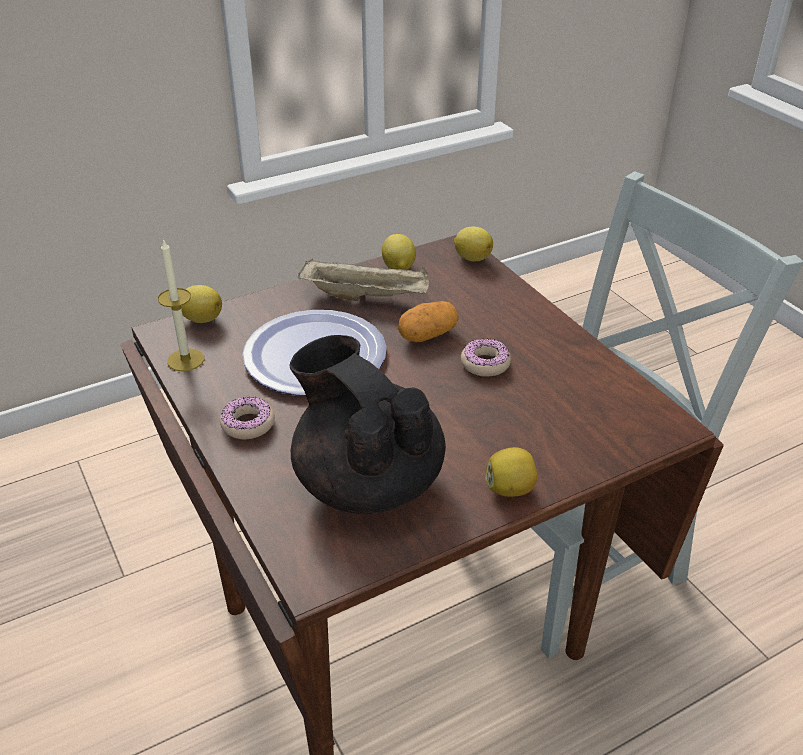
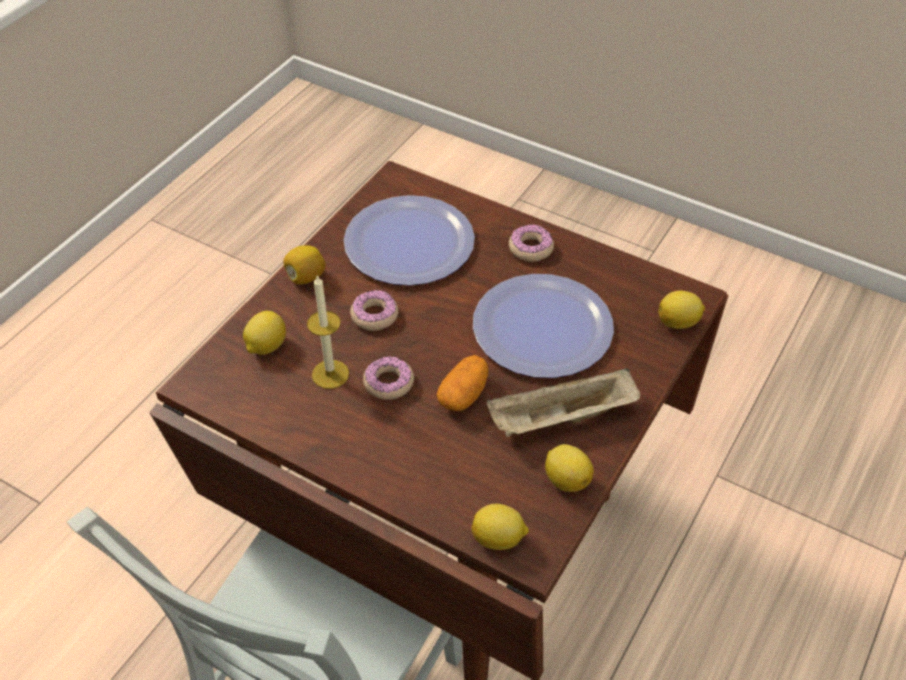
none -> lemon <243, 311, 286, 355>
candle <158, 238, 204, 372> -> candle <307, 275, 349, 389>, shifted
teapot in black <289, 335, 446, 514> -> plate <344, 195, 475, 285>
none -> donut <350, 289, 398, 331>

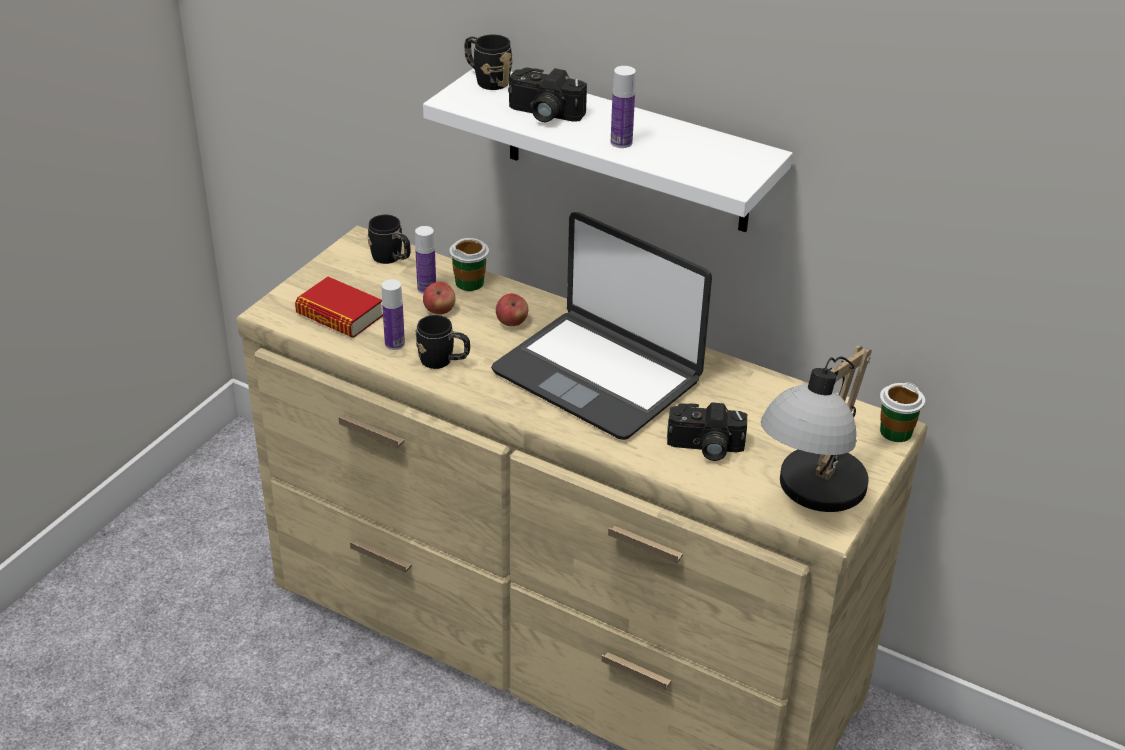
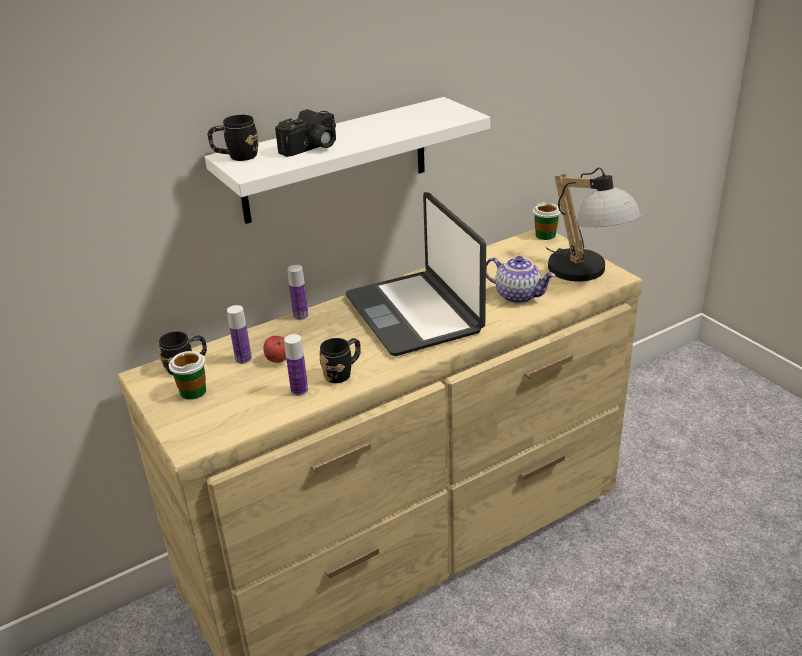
cup <449, 238, 489, 291> -> cup <169, 351, 206, 400>, shifted
bottle <611, 66, 636, 148> -> bottle <288, 265, 309, 320>, shifted
laptop <491, 212, 712, 440> -> laptop <346, 192, 486, 356>, 90 degrees clockwise
photo camera <667, 402, 747, 461> -> teapot <486, 256, 555, 304>
book <295, 277, 383, 338> -> none
apple <496, 293, 528, 326> -> none

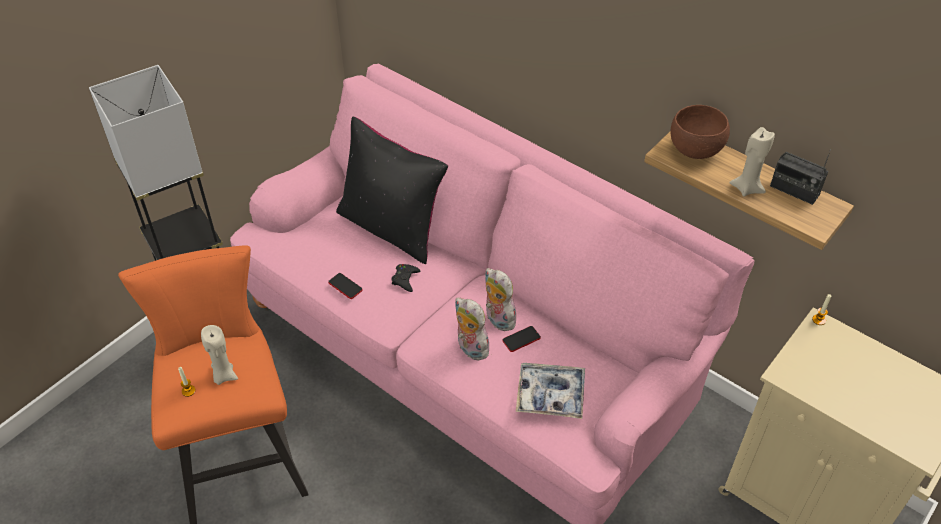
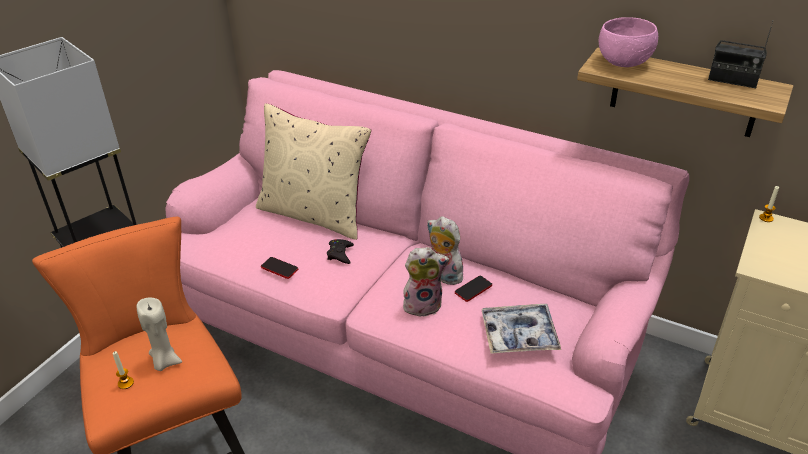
pillow in black <336, 116, 448, 264> -> pillow in beige <256, 103, 371, 240>
plush toy <455, 298, 490, 360> -> plush toy <403, 247, 449, 317>, 135 degrees clockwise
bowl in brown <671, 105, 730, 159> -> bowl in pink <599, 17, 658, 67>
candle in beige <729, 127, 775, 197> -> none

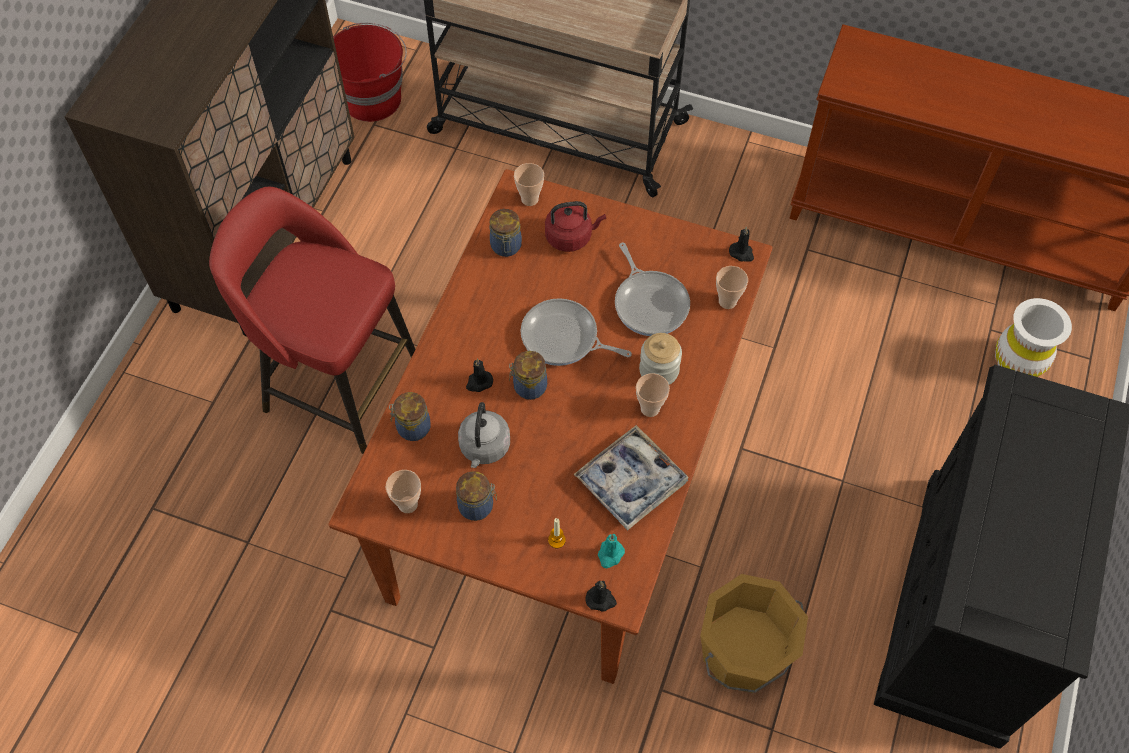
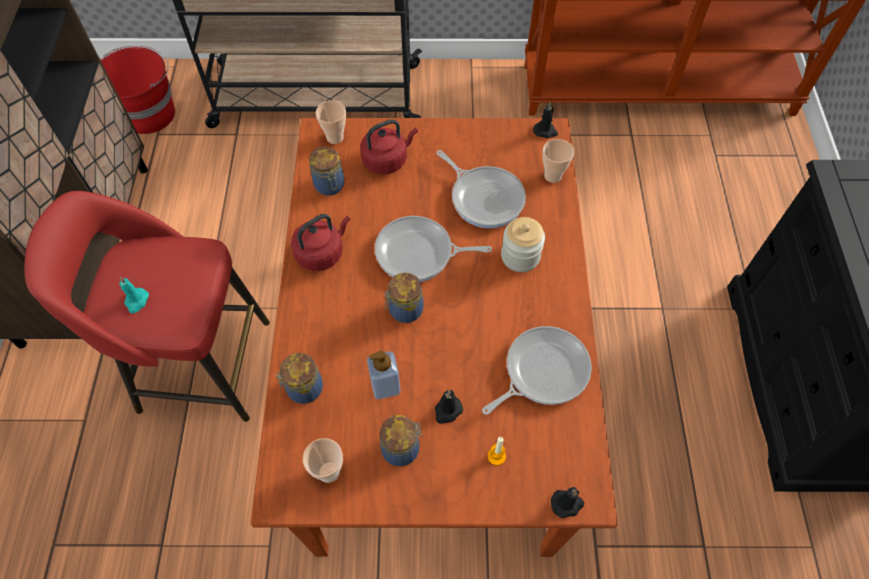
candle in turquoise <598, 534, 625, 568> -> candle in turquoise <119, 277, 149, 314>, shifted
none -> kettle in red <291, 214, 350, 271>
kettle in grey <458, 402, 510, 468> -> soap dispenser <367, 351, 400, 400>
candle in black <466, 358, 493, 392> -> candle in black <435, 390, 463, 424>, shifted
tray <574, 425, 689, 531> -> frying pan <482, 326, 592, 415>
cup <636, 373, 670, 417> -> none
bucket in orange <700, 574, 808, 693> -> none
vase in white <995, 298, 1072, 377> -> none

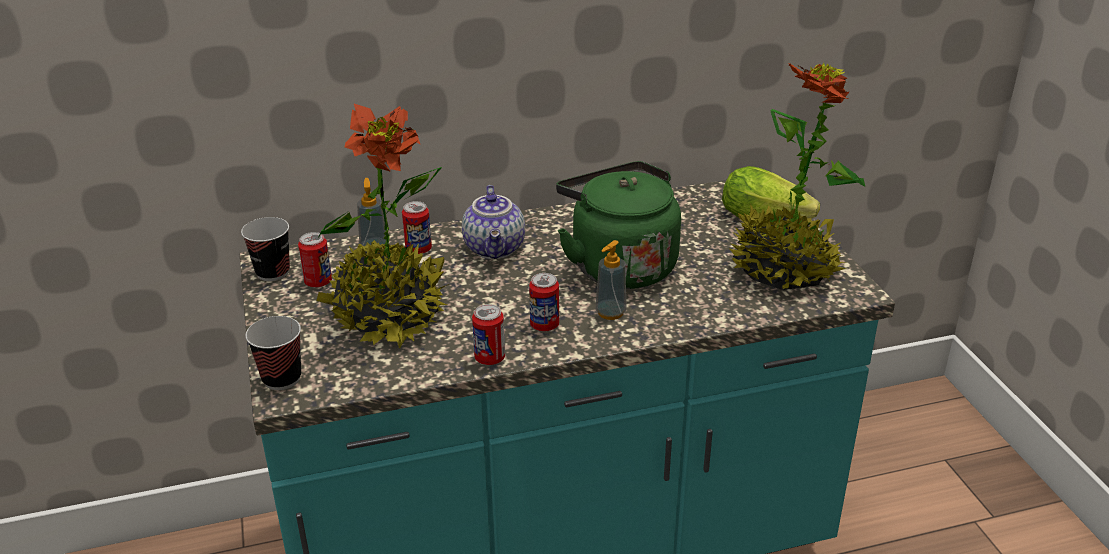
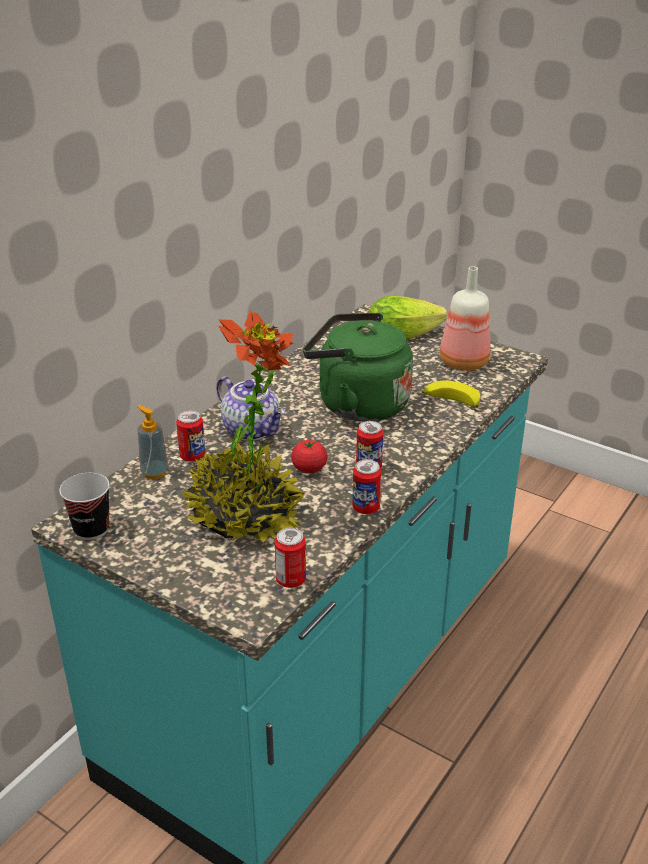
can <298, 232, 332, 288> -> can <275, 528, 306, 588>, shifted
none -> tomato <291, 438, 327, 473>
none -> banana <422, 380, 480, 408>
potted plant <730, 63, 865, 290> -> bottle <440, 266, 491, 371>
cup <245, 316, 301, 390> -> none
soap dispenser <595, 240, 626, 320> -> none

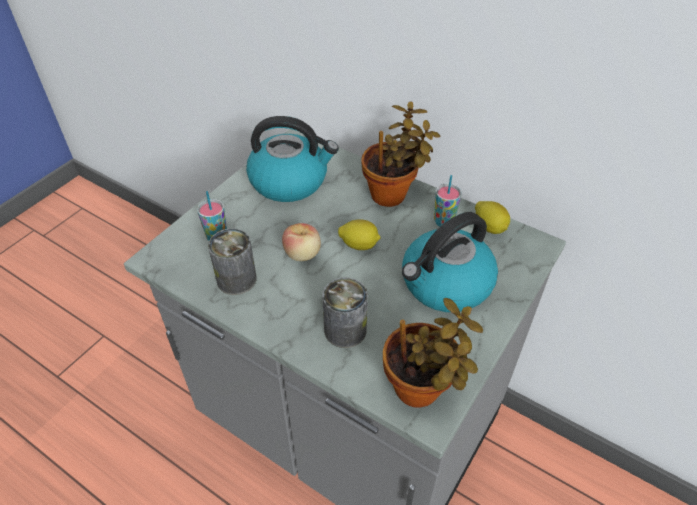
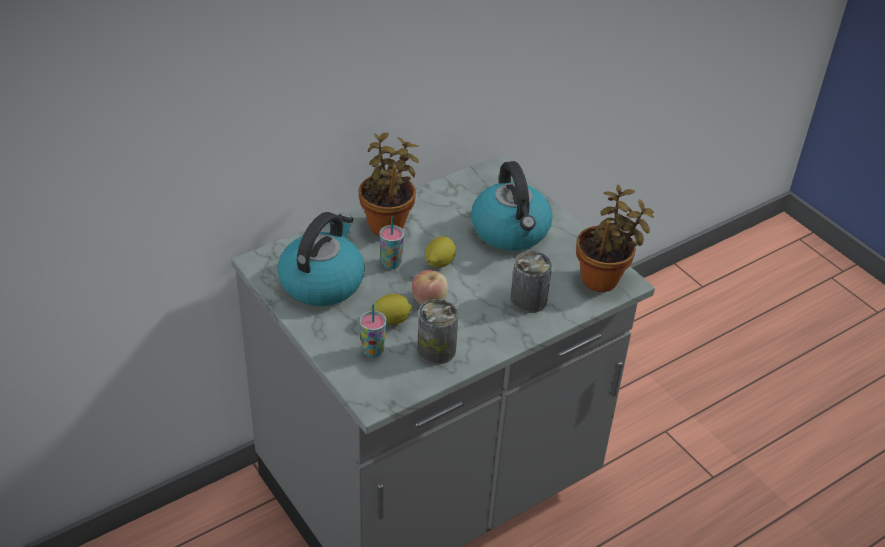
lemon <475, 201, 510, 234> -> lemon <370, 294, 412, 325>, shifted
cup <434, 175, 462, 227> -> cup <380, 217, 404, 269>, shifted

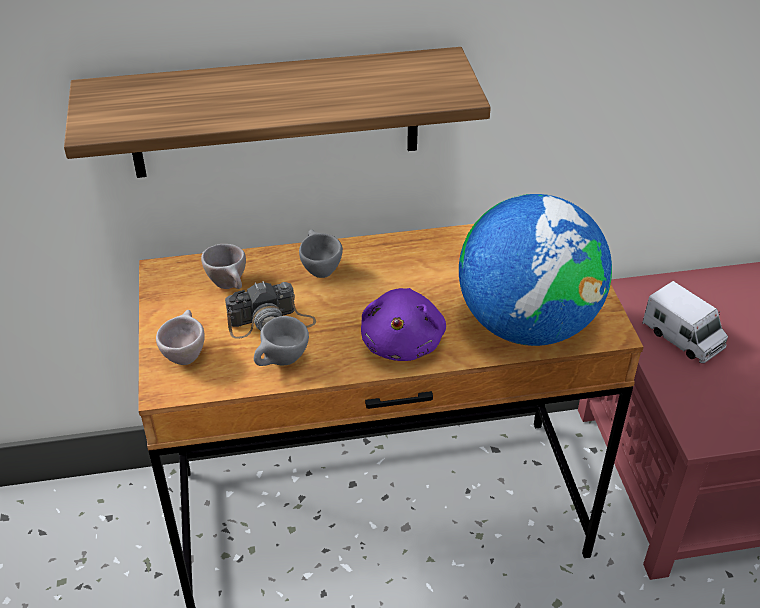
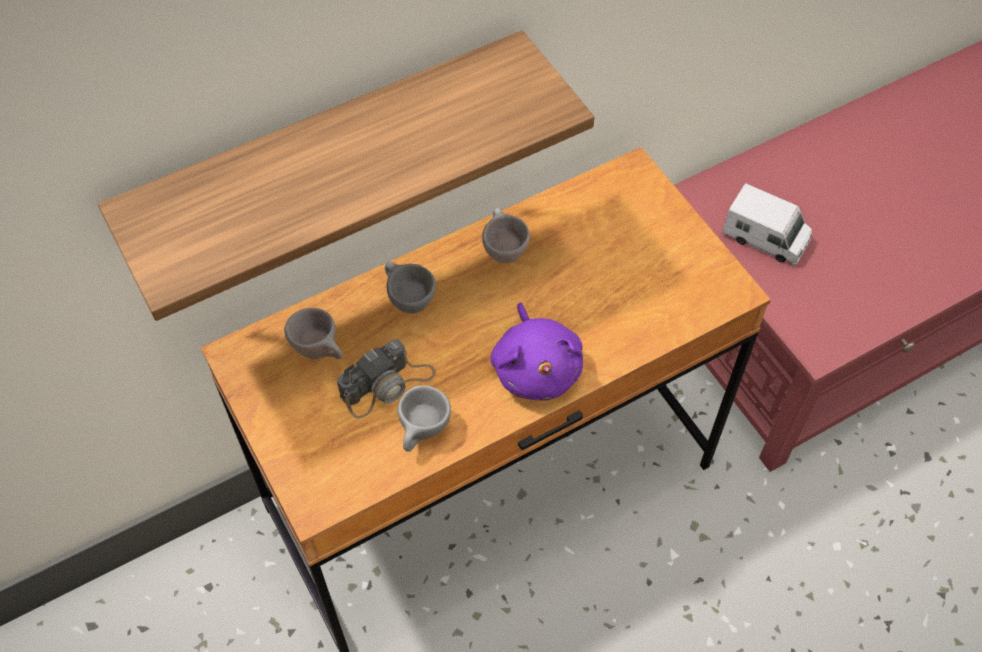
cup in beige <156, 310, 205, 365> -> cup in beige <482, 207, 530, 263>, shifted
globe <459, 194, 612, 346> -> none

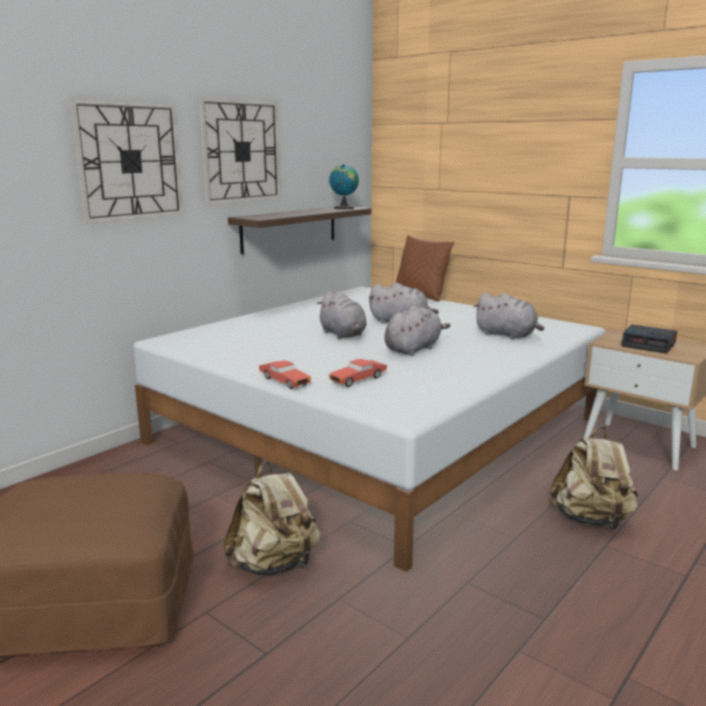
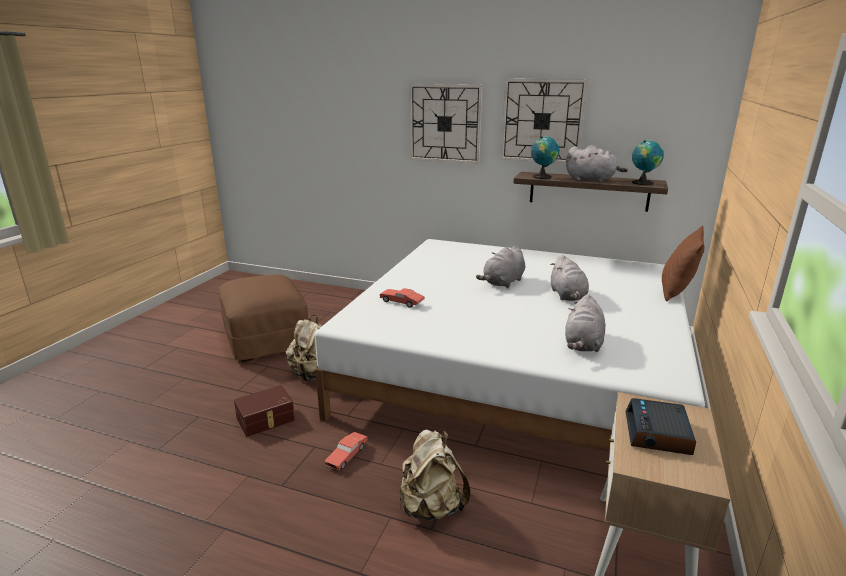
none -> storage box in brown <234, 385, 295, 437>
toy car in red <259, 360, 311, 389> -> toy car in red <325, 432, 368, 470>, shifted
none -> globe <531, 137, 560, 179>
plush toy in grey <384, 305, 451, 356> -> plush toy in grey <566, 145, 628, 182>, shifted

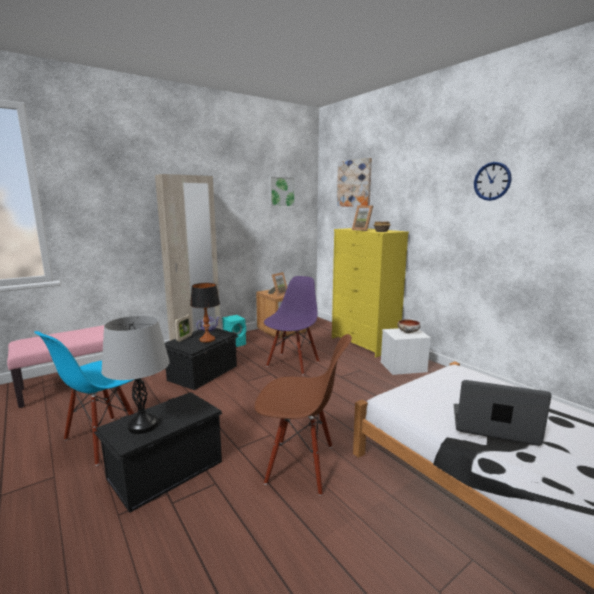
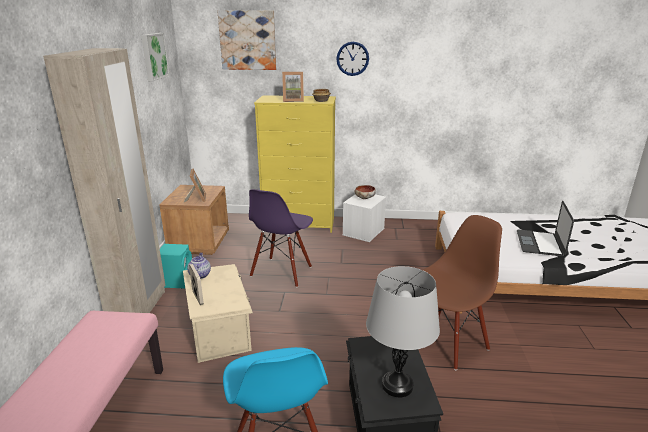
storage box in black <165, 328, 239, 390> -> storage box in beige <183, 264, 253, 363>
chair in purple <264, 276, 319, 375> -> chair in purple <249, 189, 313, 288>, 135 degrees counterclockwise
wall clock <474, 162, 511, 201> -> wall clock <337, 42, 369, 76>, shifted
laptop <454, 380, 552, 446> -> laptop <517, 200, 574, 256>, 45 degrees counterclockwise
table lamp <190, 283, 220, 343> -> none

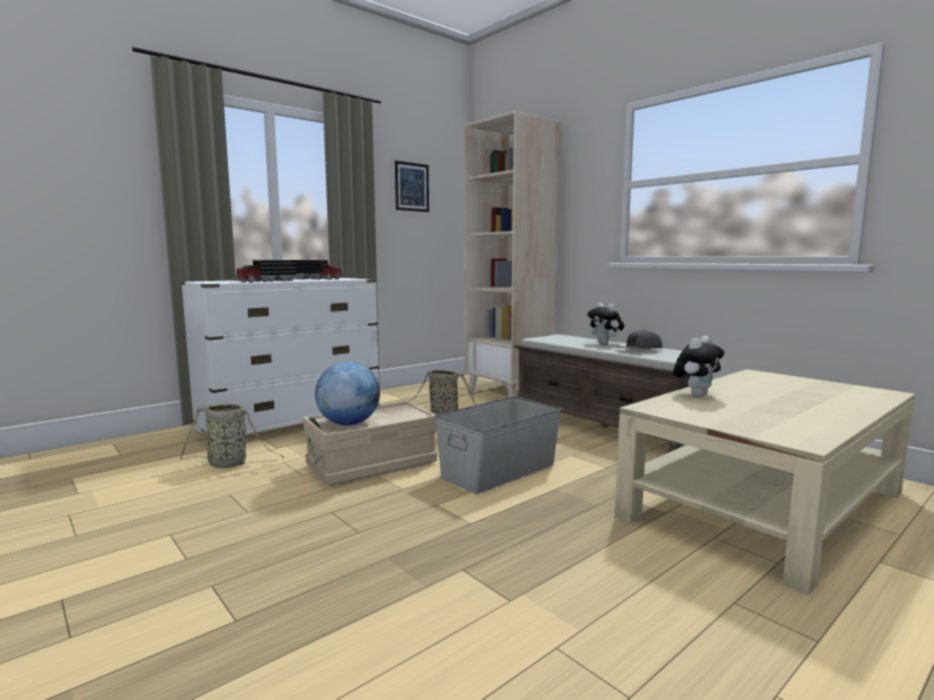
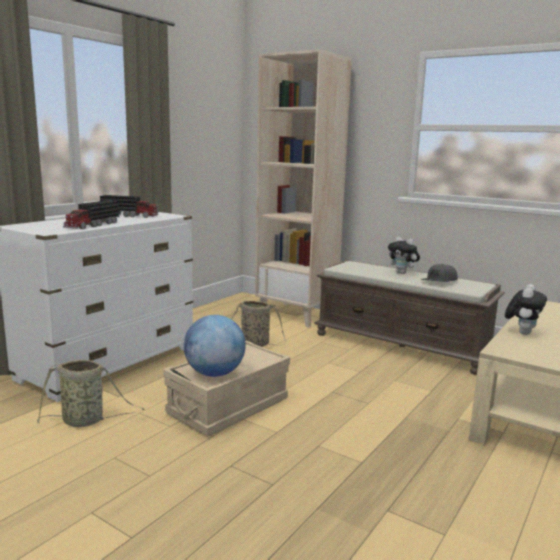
picture <395, 160, 429, 212> -> none
storage box in grey <435, 396, 561, 494> -> none

